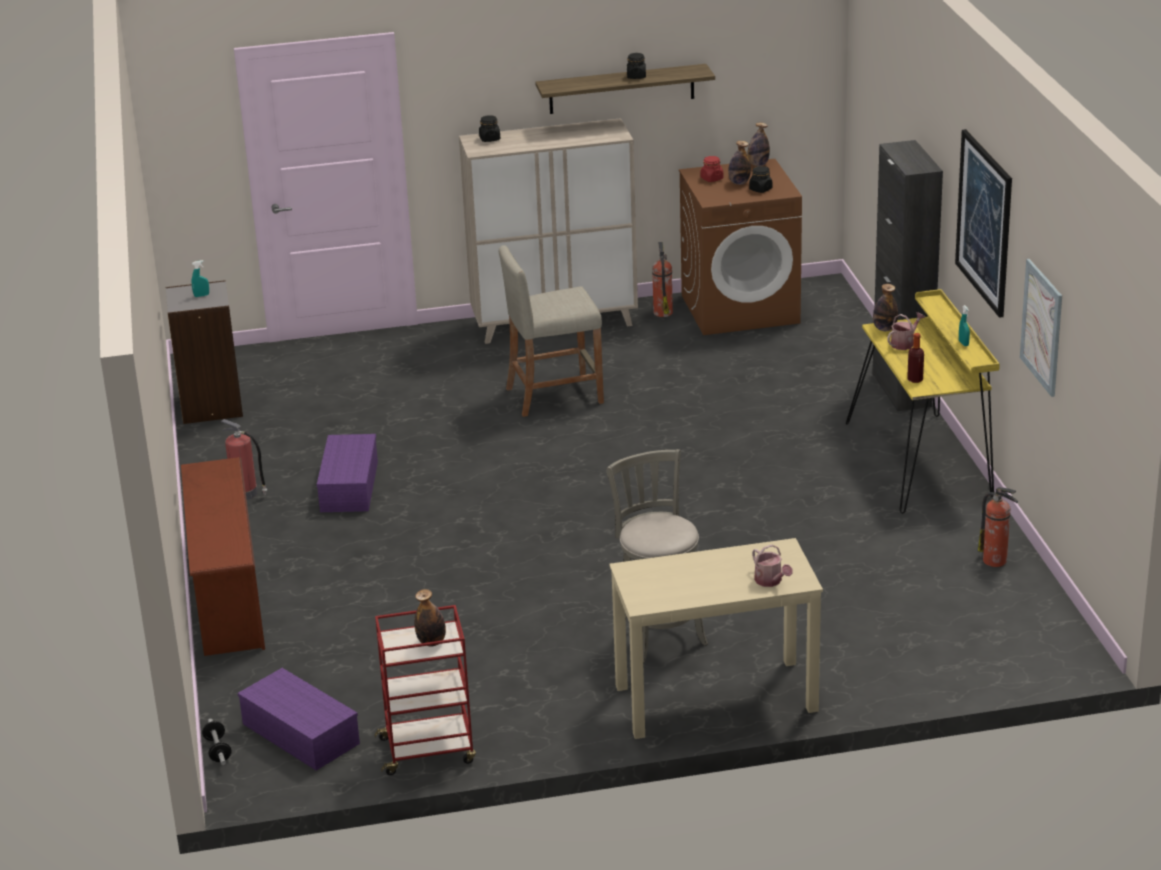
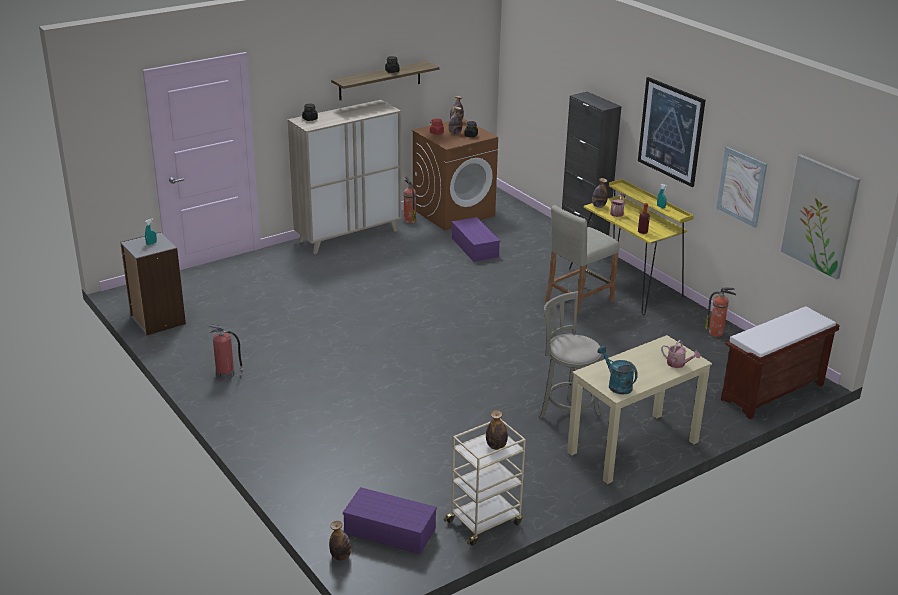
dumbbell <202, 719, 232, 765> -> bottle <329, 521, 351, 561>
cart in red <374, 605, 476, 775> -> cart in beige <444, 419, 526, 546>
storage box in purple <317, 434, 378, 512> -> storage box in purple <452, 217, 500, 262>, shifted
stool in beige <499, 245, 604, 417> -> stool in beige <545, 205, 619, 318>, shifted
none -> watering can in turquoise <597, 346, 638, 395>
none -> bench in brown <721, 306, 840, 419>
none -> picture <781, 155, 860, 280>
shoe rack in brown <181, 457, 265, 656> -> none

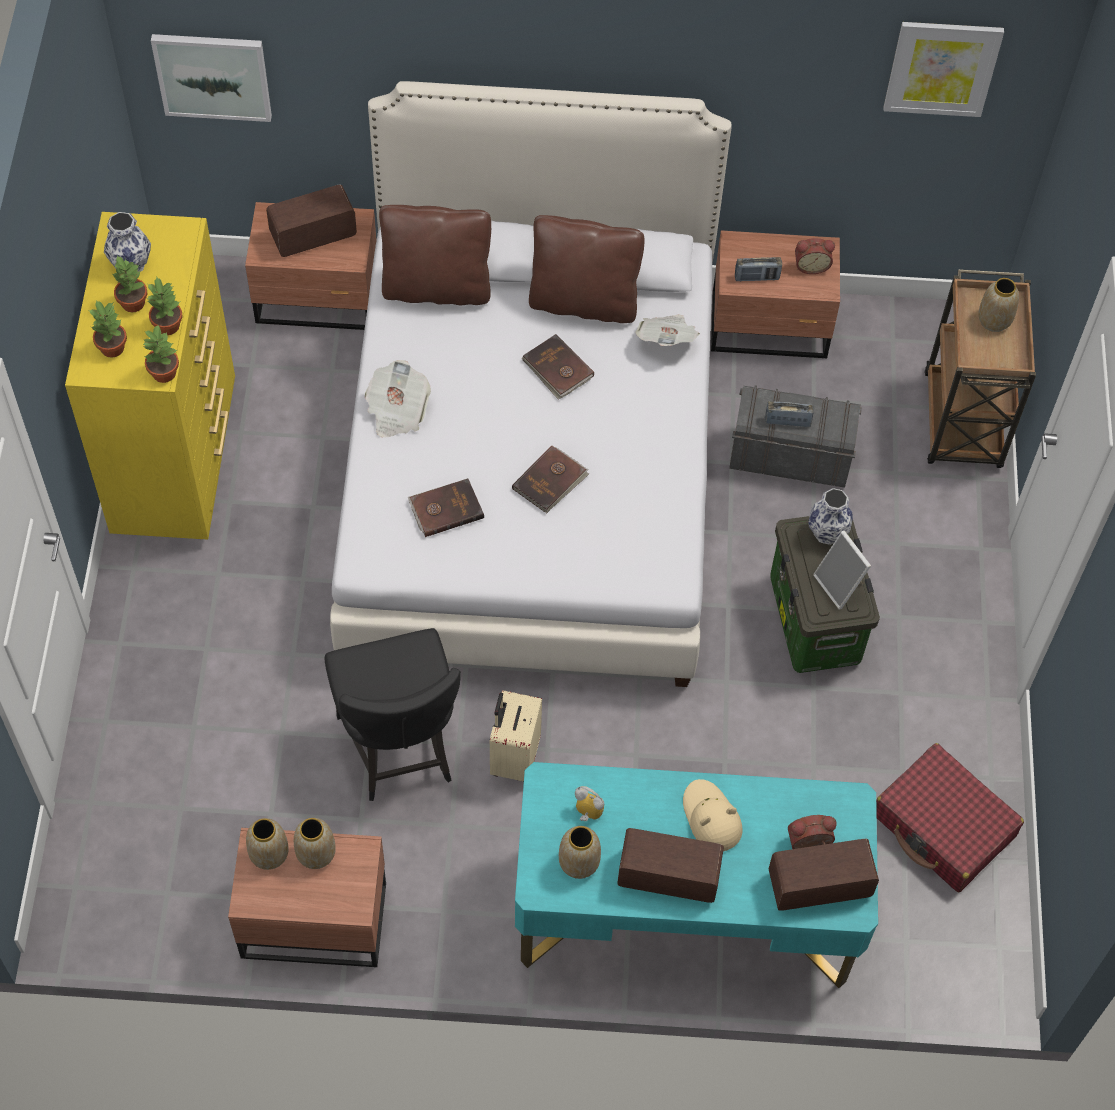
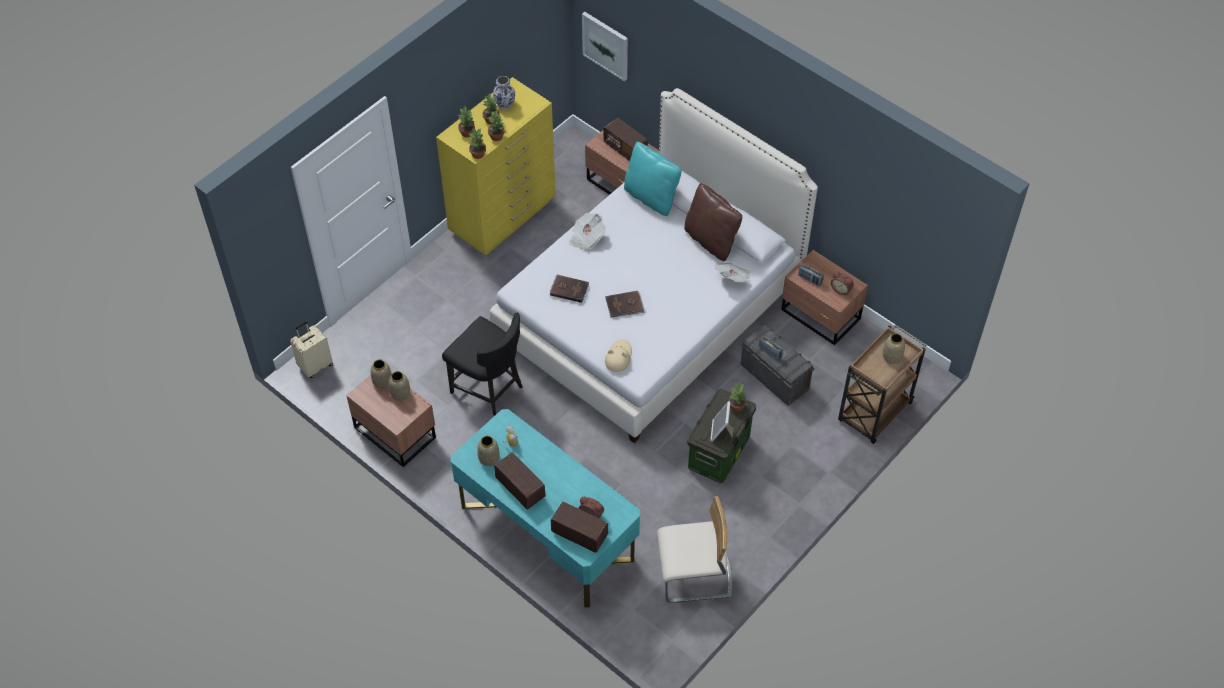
suitcase in beige <490, 690, 542, 782> -> suitcase in beige <290, 321, 333, 378>, shifted
chair in black <324, 628, 461, 801> -> chair in black <442, 313, 523, 416>, 75 degrees counterclockwise
radio <266, 185, 357, 257> -> radio <603, 118, 648, 161>, 150 degrees counterclockwise
hat in beige <683, 779, 742, 851> -> hat in beige <605, 339, 632, 372>, shifted
pillow in brown <379, 205, 491, 305> -> pillow in turquoise <624, 142, 682, 216>
suitcase in red <876, 743, 1024, 892> -> chair in beige <657, 496, 732, 603>
vase <808, 488, 853, 545> -> potted plant <729, 383, 746, 412>
book in brown <522, 334, 594, 400> -> none
picture <884, 22, 1004, 117> -> none

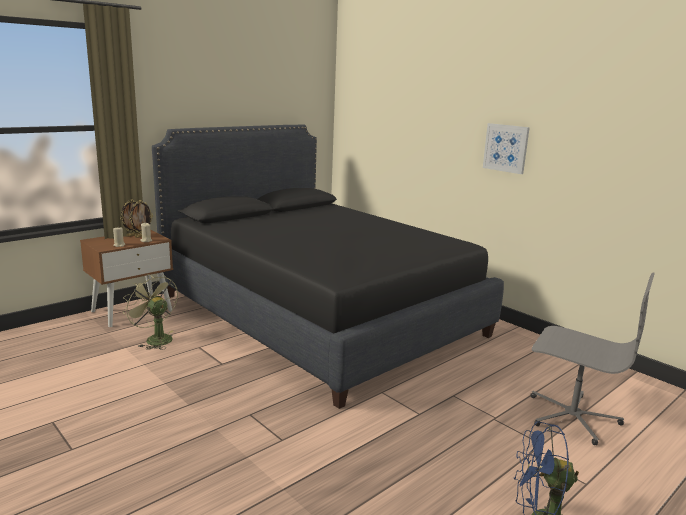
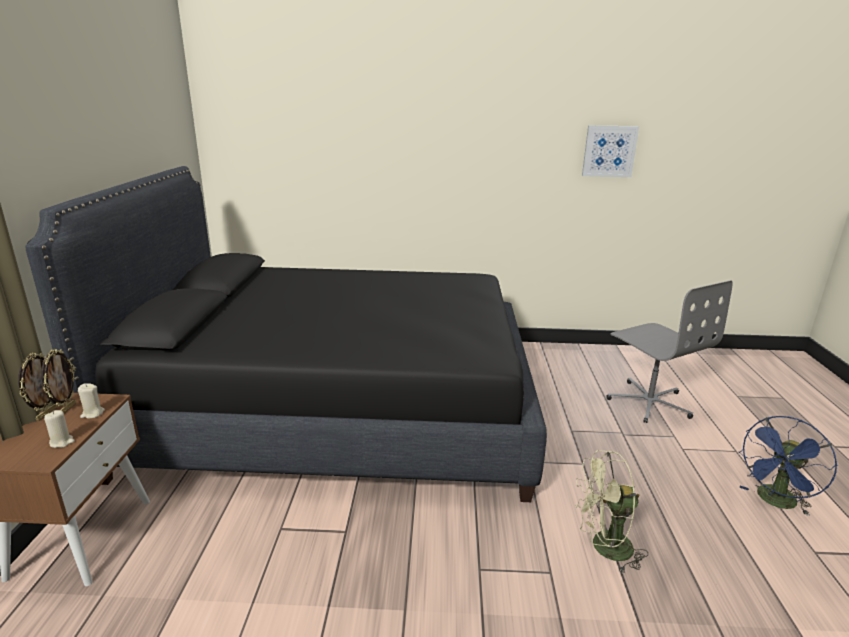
fan in green <123, 274, 178, 350> -> fan in green <575, 450, 648, 574>, shifted
picture <483, 123, 530, 174> -> picture <582, 125, 639, 177>, shifted
office chair in grey <531, 273, 655, 445> -> office chair in grey <607, 280, 732, 423>, 75 degrees clockwise

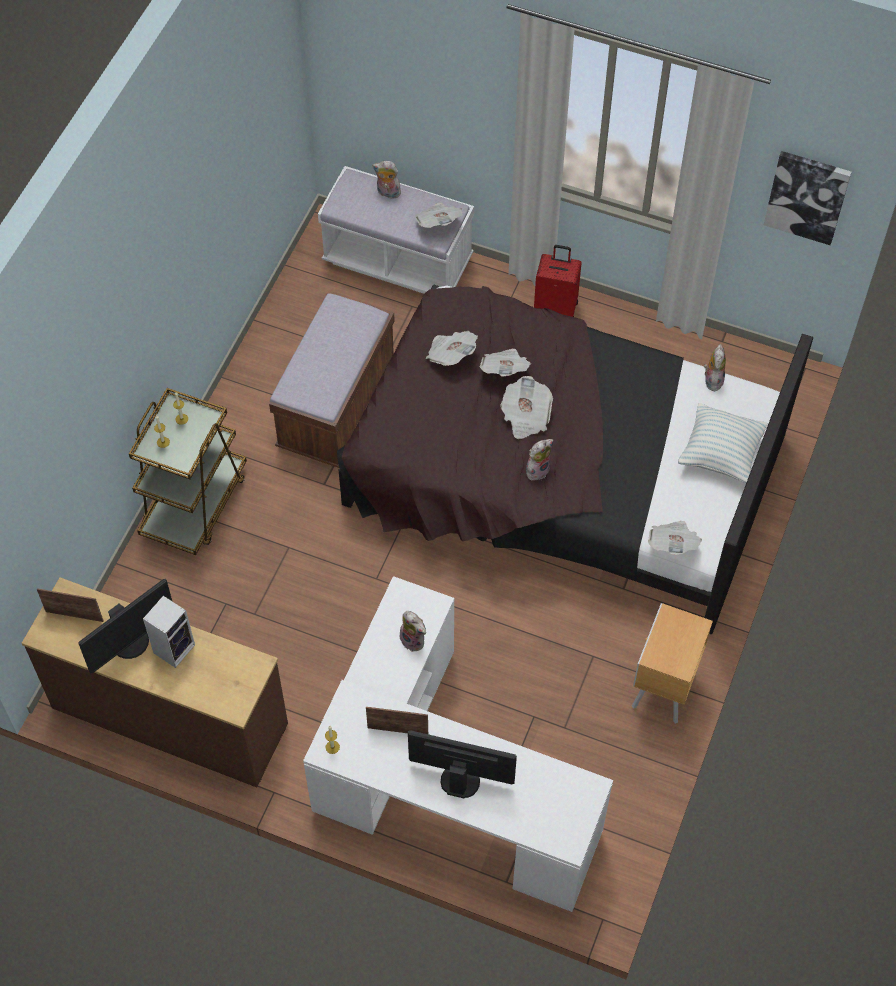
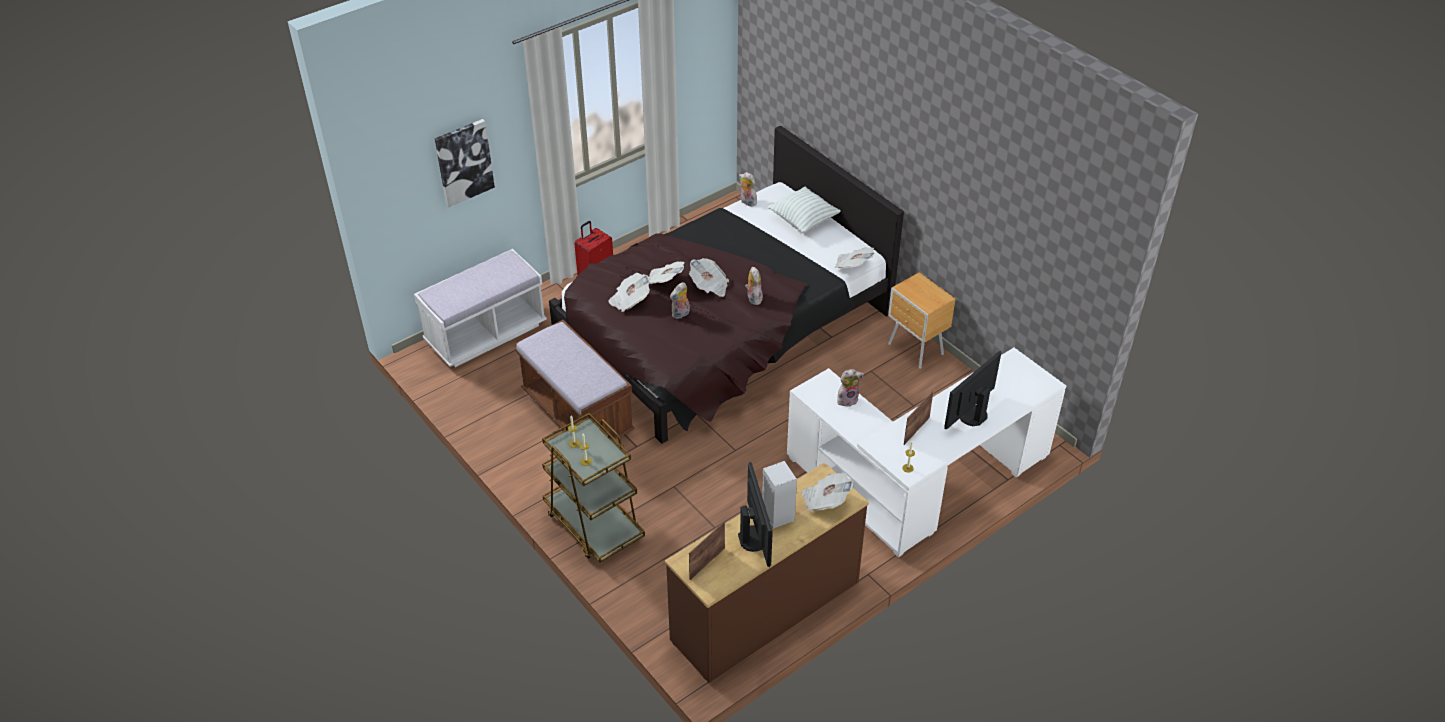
picture <764, 151, 852, 245> -> picture <435, 119, 495, 207>, shifted
plush toy <372, 161, 401, 199> -> plush toy <670, 282, 690, 319>, shifted
newspaper <415, 203, 463, 228> -> newspaper <802, 473, 853, 511>, shifted

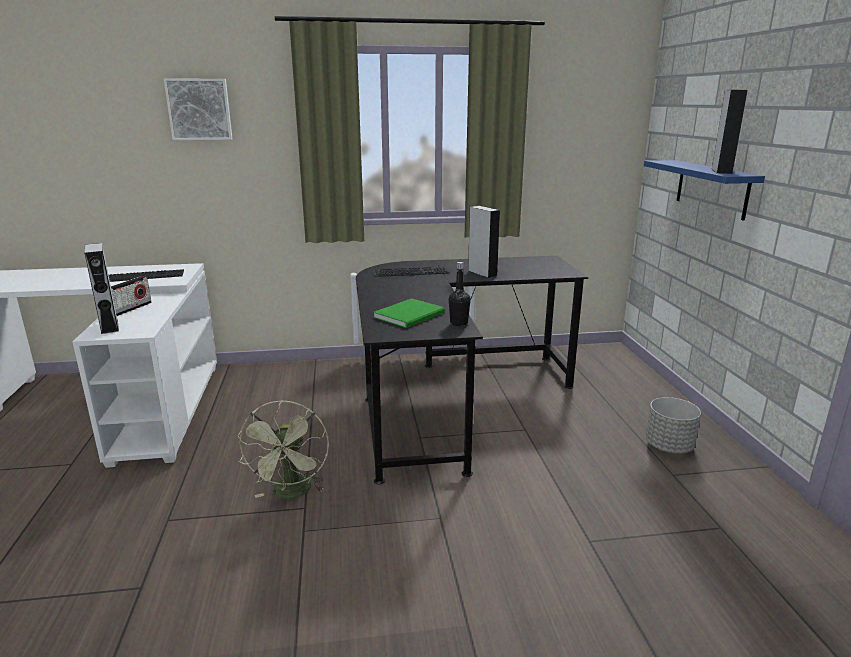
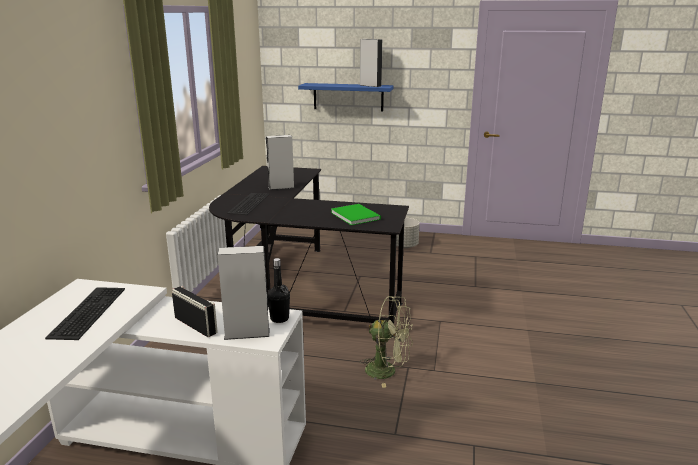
bottle in black <449, 262, 471, 326> -> bottle in black <267, 258, 290, 323>, shifted
picture <164, 78, 232, 140> -> none

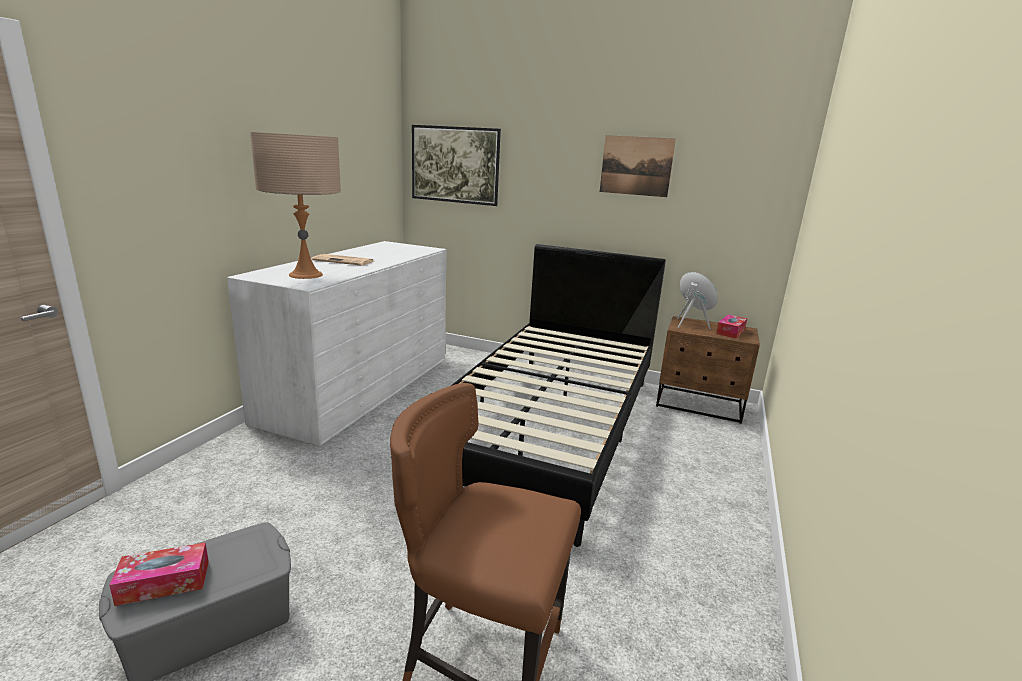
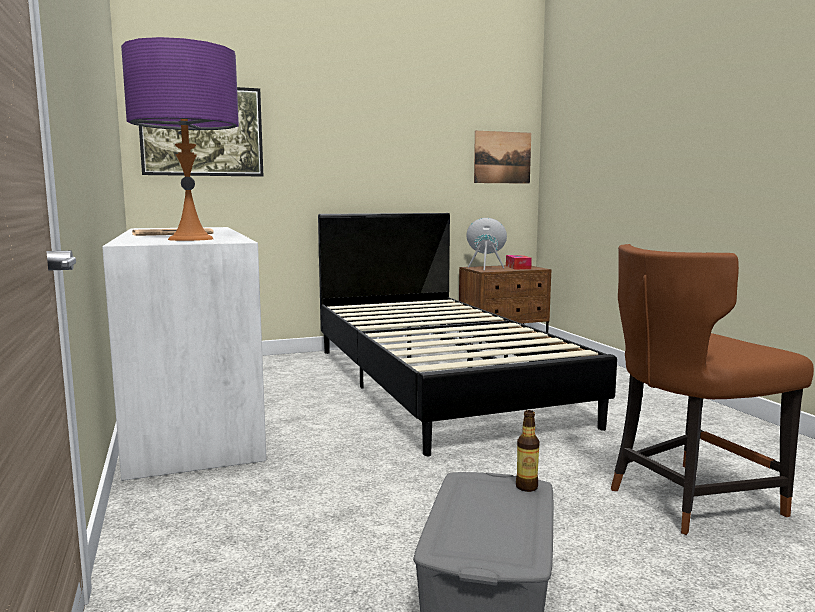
table lamp in beige <250, 132, 341, 279> -> table lamp in purple <121, 37, 239, 241>
picture <600, 135, 676, 197> -> picture <474, 131, 531, 184>, shifted
none -> bottle <516, 410, 540, 492>
tissue box <109, 542, 209, 606> -> none

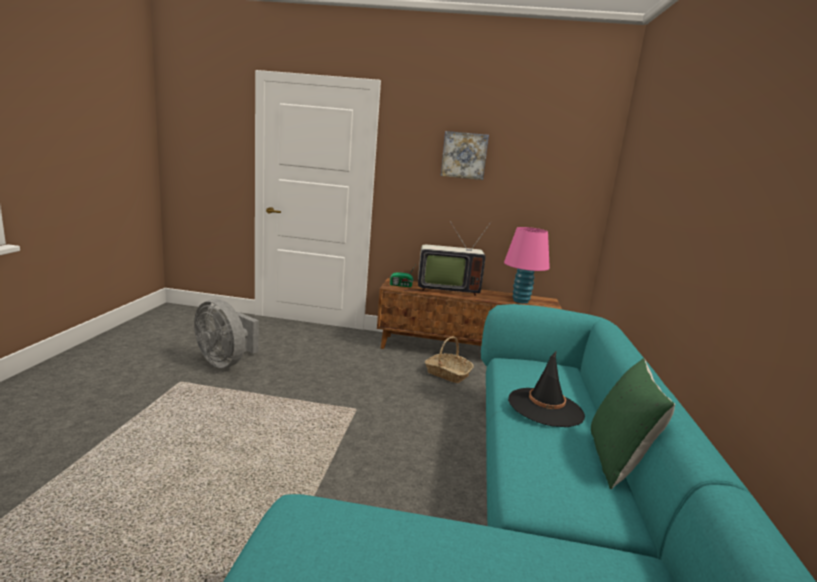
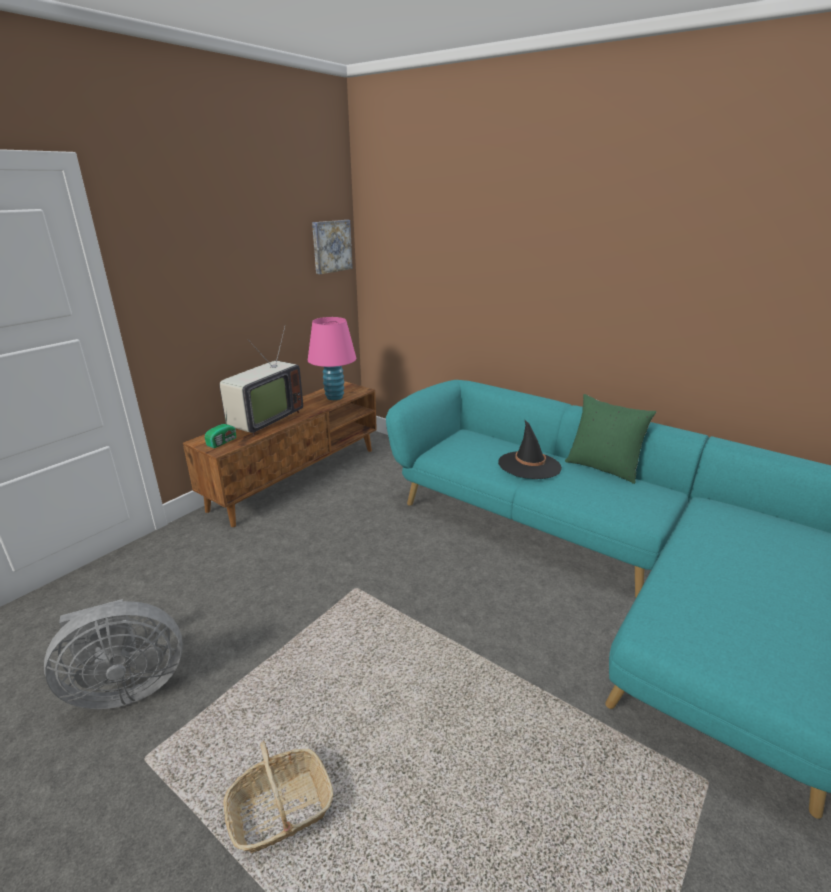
basket <425, 337, 474, 383> -> basket <223, 741, 333, 853>, shifted
picture <441, 131, 489, 180> -> picture <312, 220, 353, 274>, shifted

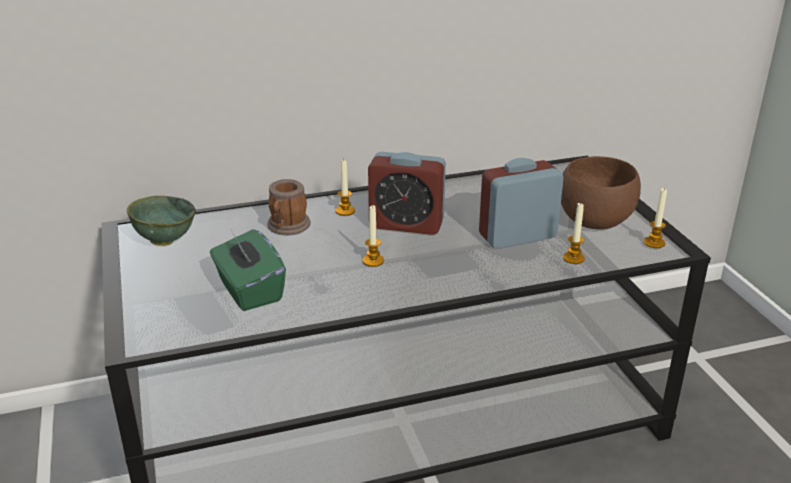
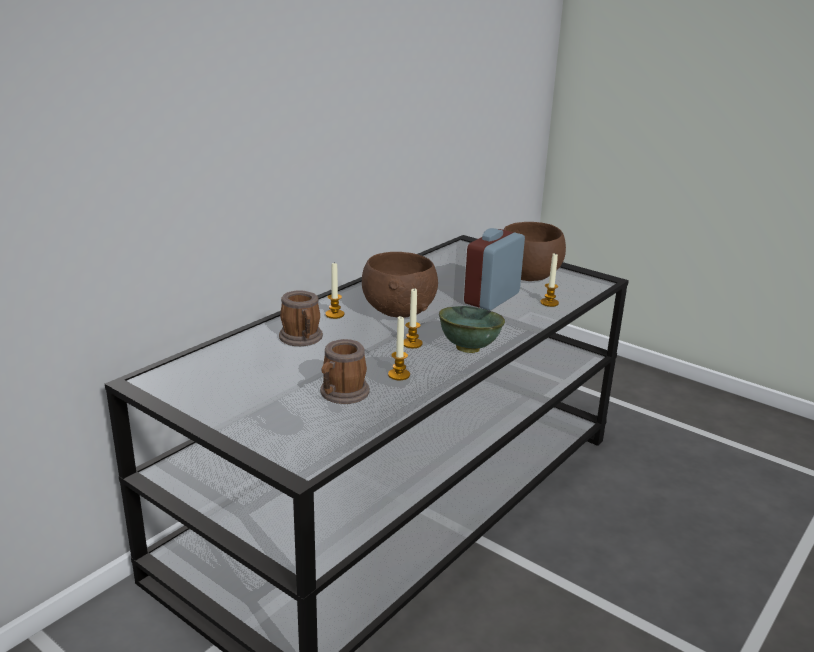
tissue box in green <210, 228, 286, 311> -> mug <320, 339, 370, 404>
alarm clock <368, 152, 446, 235> -> bowl in brown <362, 252, 438, 318>
candle <644, 188, 667, 248> -> candle <388, 316, 410, 380>, shifted
bowl in green <127, 196, 196, 246> -> bowl in green <439, 306, 505, 353>, shifted

